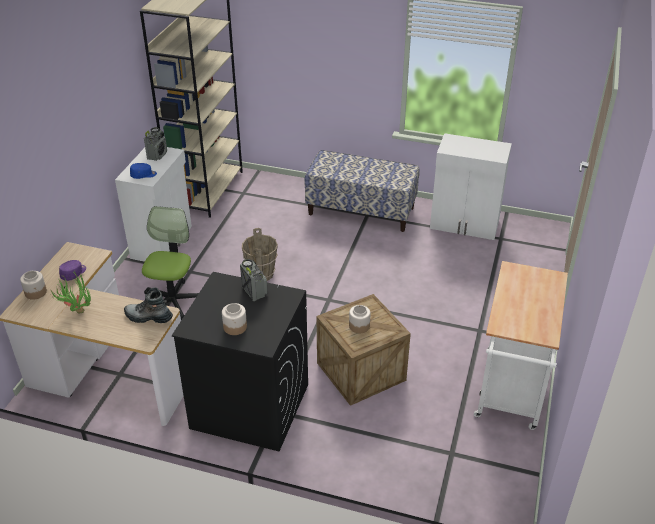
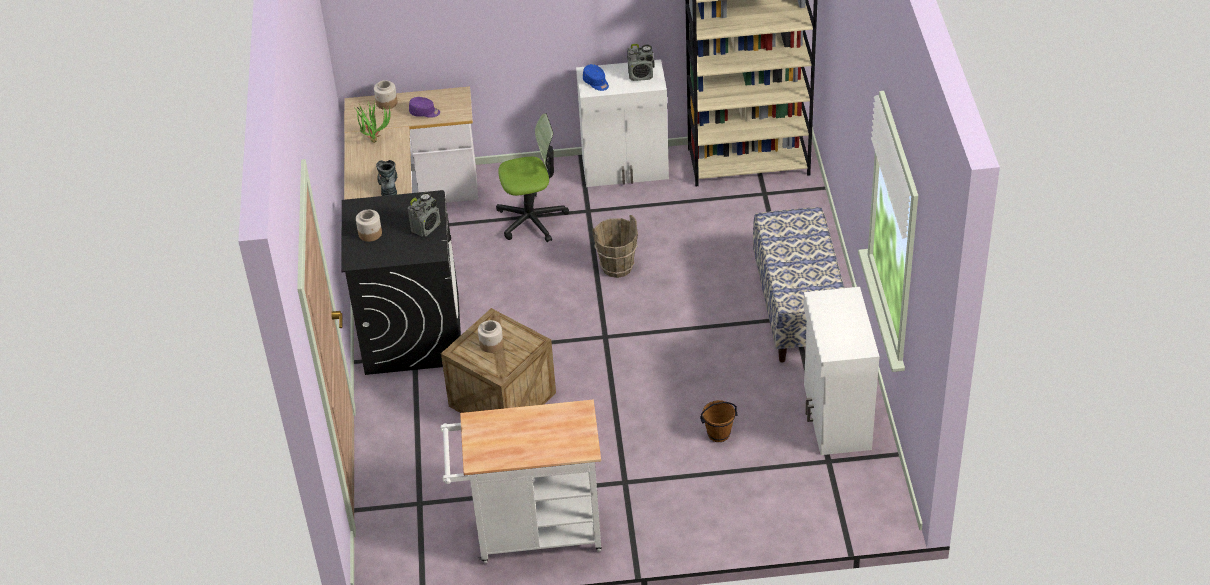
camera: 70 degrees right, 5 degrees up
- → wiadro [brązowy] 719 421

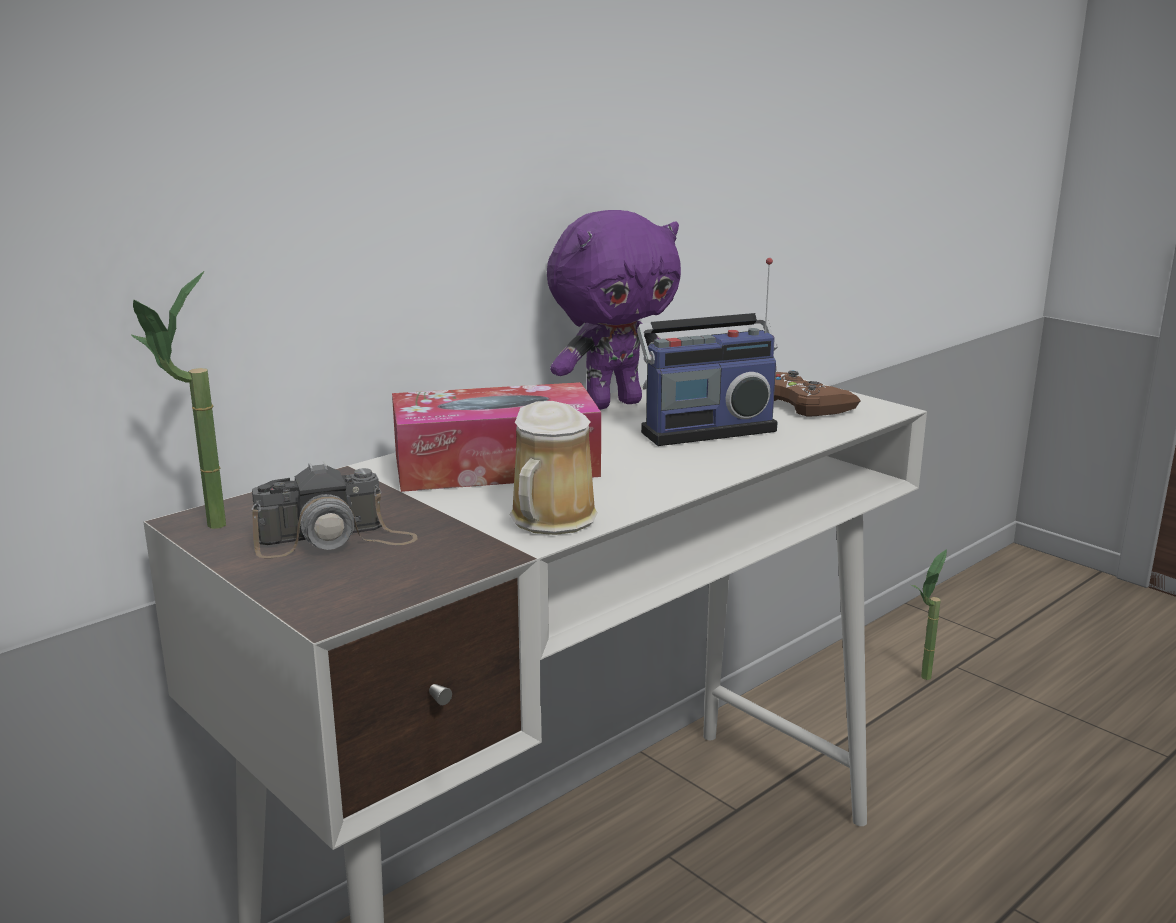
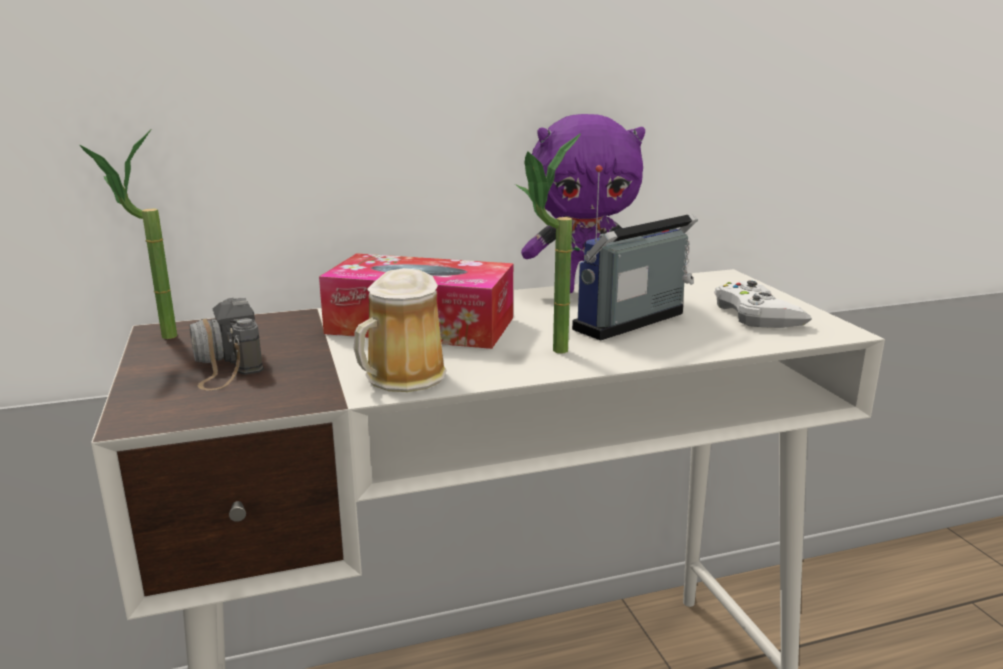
camera: 25 degrees right, 0 degrees up
aparat fotograficzny 335 509 → aparat fotograficzny 226 344, 60 degrees clockwise
roślina doniczkowa 929 614 → roślina doniczkowa 548 243, moved
radio 707 352 → radio 635 252, 135 degrees clockwise
pad do gier [brązowy] 817 393 → pad do gier [biały] 763 304

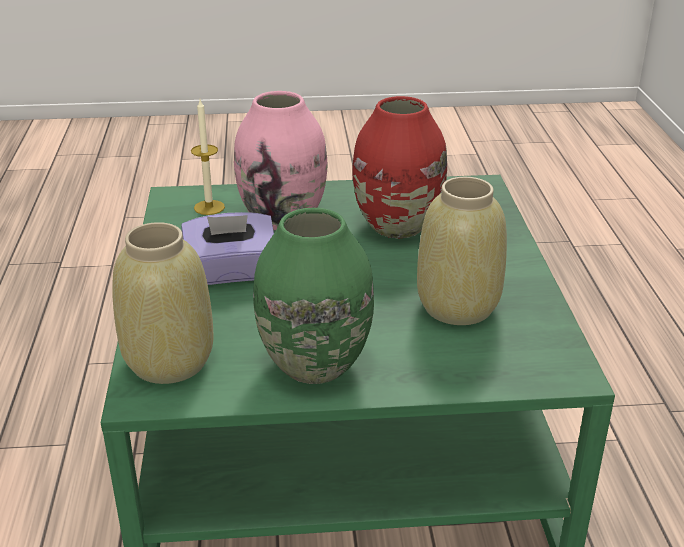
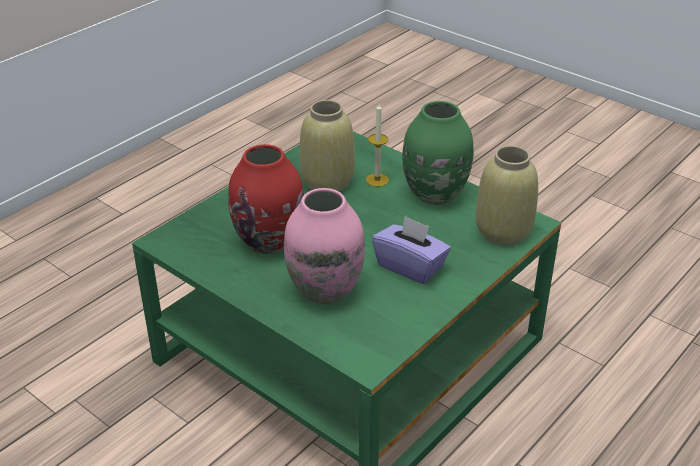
camera: 135 degrees left, 5 degrees up
świeca 208 157 → świeca 377 145, moved

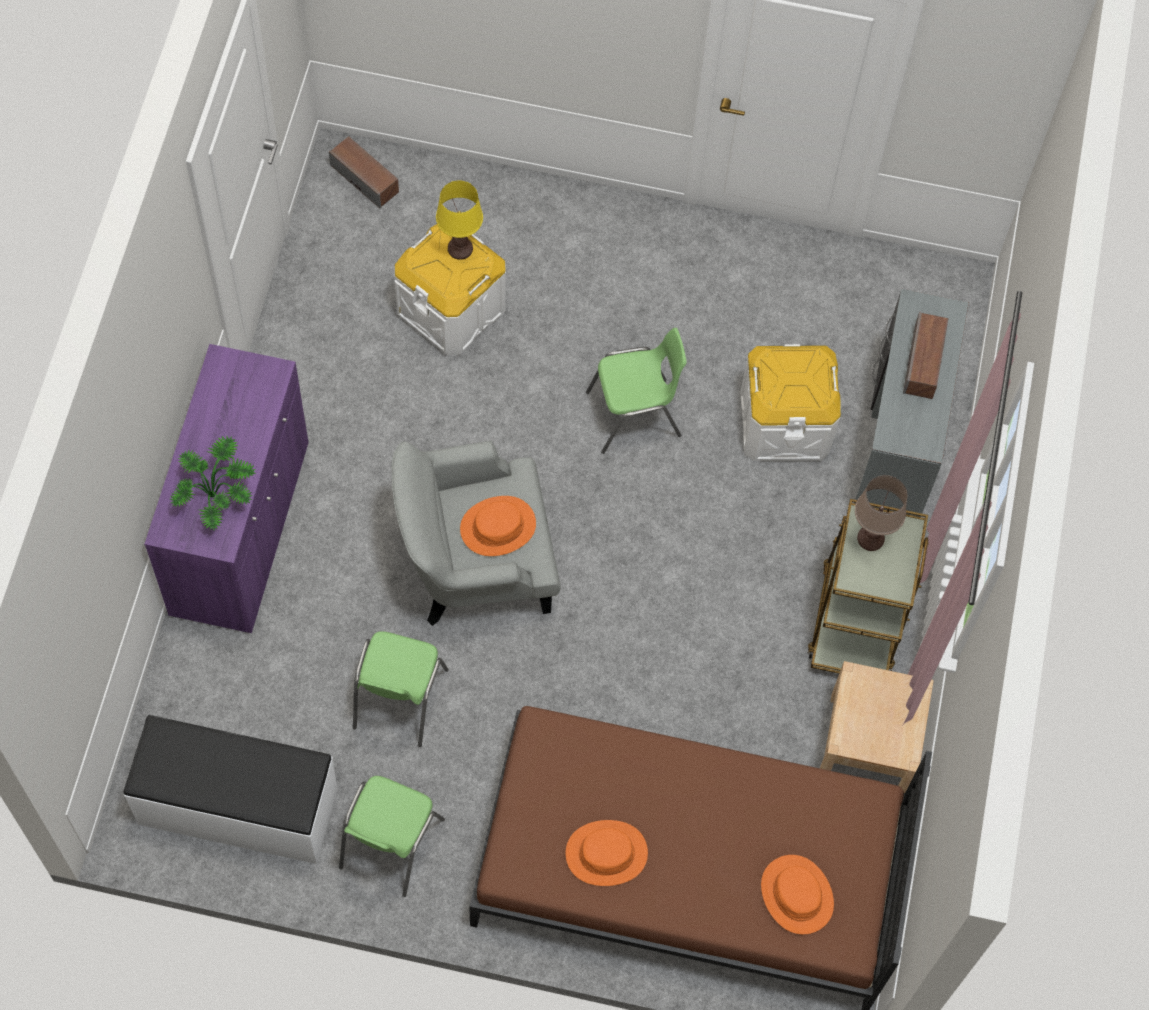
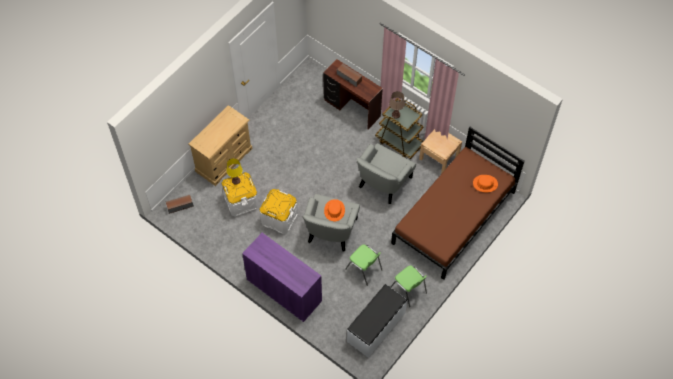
camera: 60 degrees left, 5 degrees down
- → komoda [beżowy] 220 145
pojemnik do przechowywania [biały] 790 402 → pojemnik do przechowywania [biały] 278 211, moved
biurko [szary] 911 403 → biurko [brązowy] 353 94
- → fotel [szary] 386 173
roślina doniczkowa 213 483 → -
kapelusz [pomarańczowy] 606 853 → -
krzesło [zielony] 636 391 → -

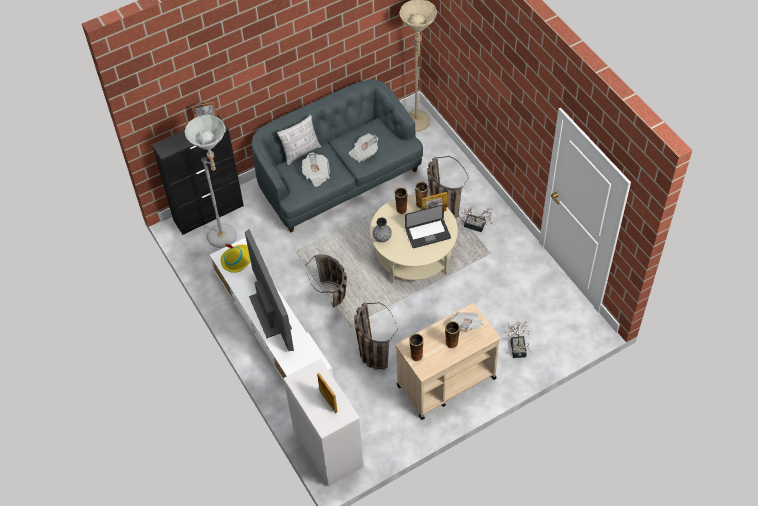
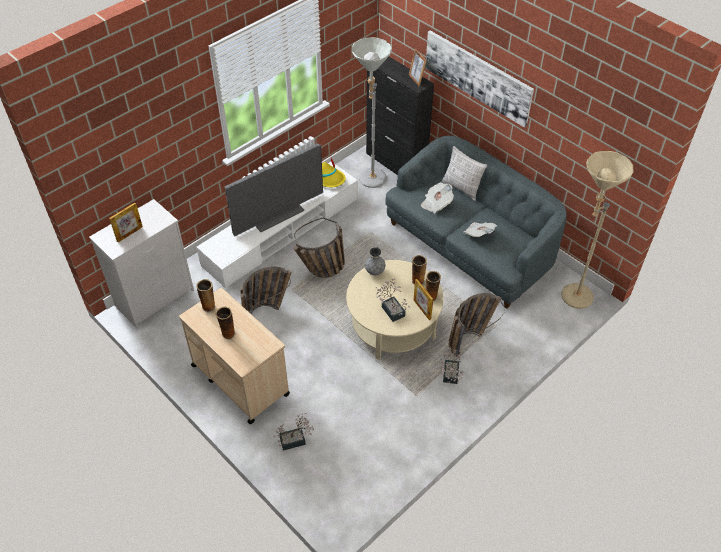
camera: 75 degrees right, 5 degrees down
laptop 428 226 → roślina doniczkowa 392 300
- → obraz 479 79
gazeta 467 320 → -

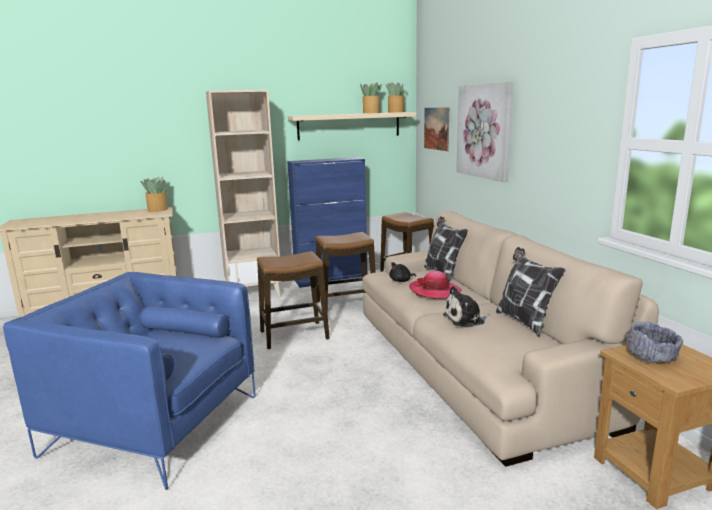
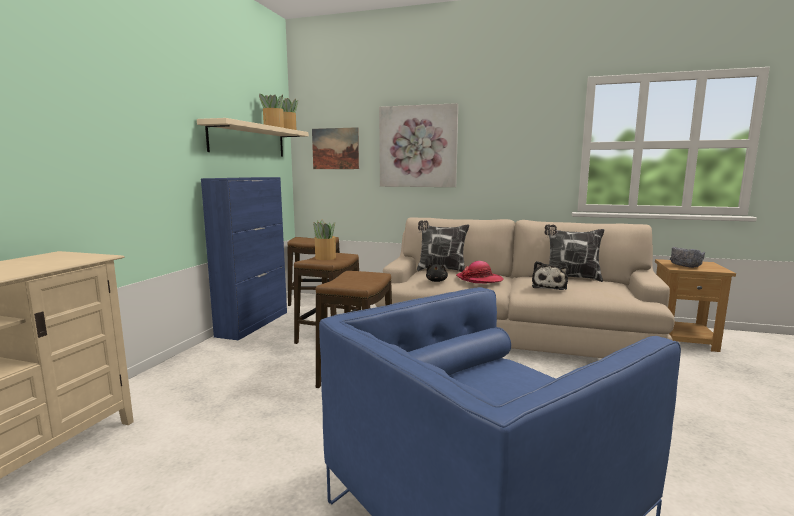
camera: 55 degrees left, 5 degrees down
roślina doniczkowa 154 194 → roślina doniczkowa 324 240, moved
regał [beżowy] 244 193 → -

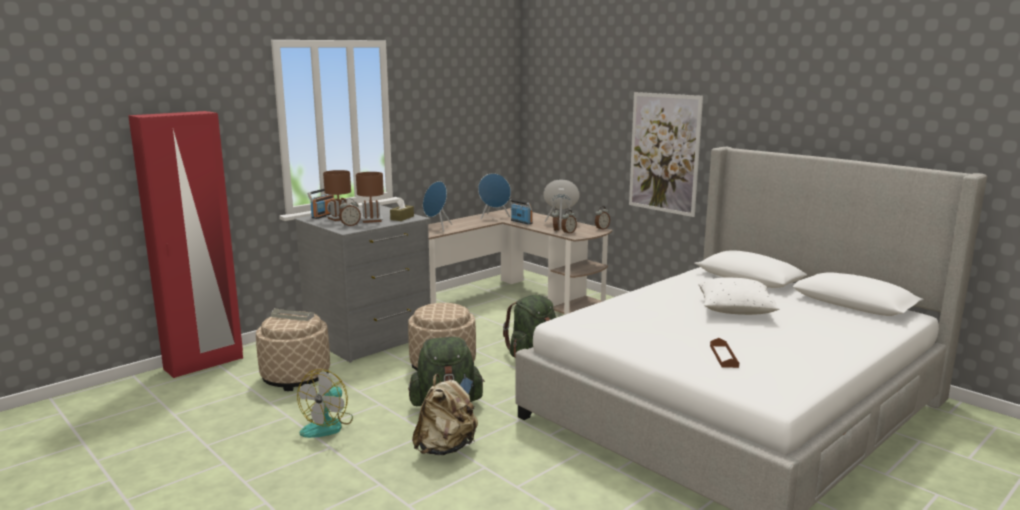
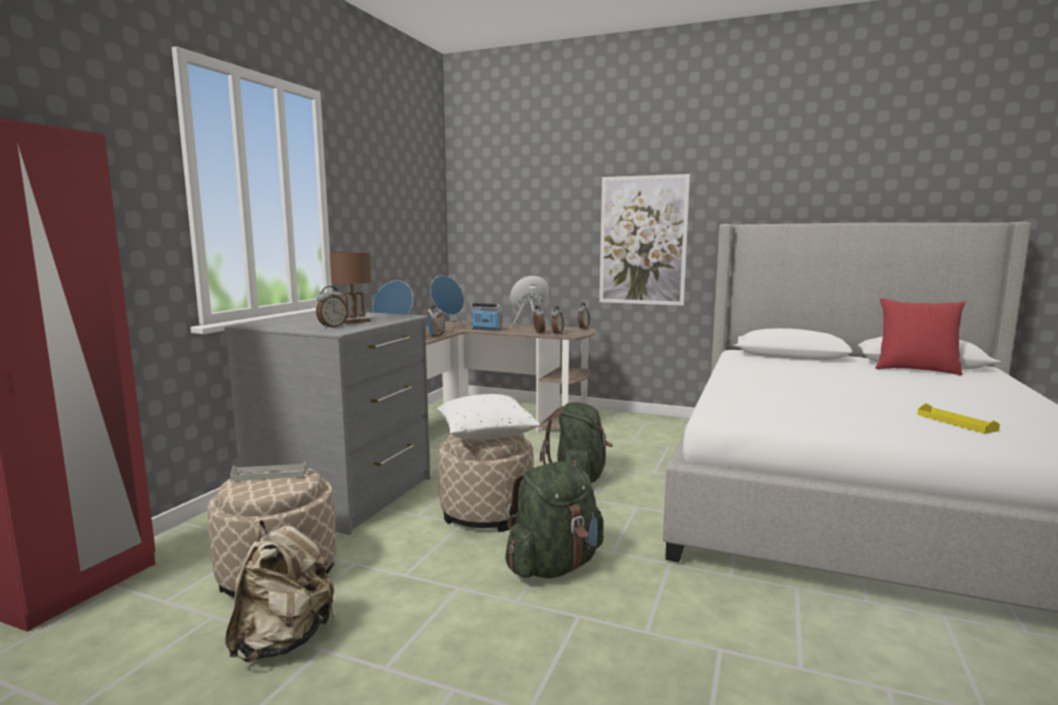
camera: 25 degrees left, 5 degrees down
plecak [beżowy] 445 414 → plecak [beżowy] 279 591, moved
radio 321 204 → radio 436 321, moved
poduszka [biały] 738 296 → poduszka [biały] 488 417, moved
- → poduszka [czerwony] 920 337
taca [brązowy] 724 353 → taca [żółty] 958 418
wentylator 325 403 → -
lampa stołowa [brązowy] 337 195 → -
pudełko chusteczek [brązowy] 402 209 → -

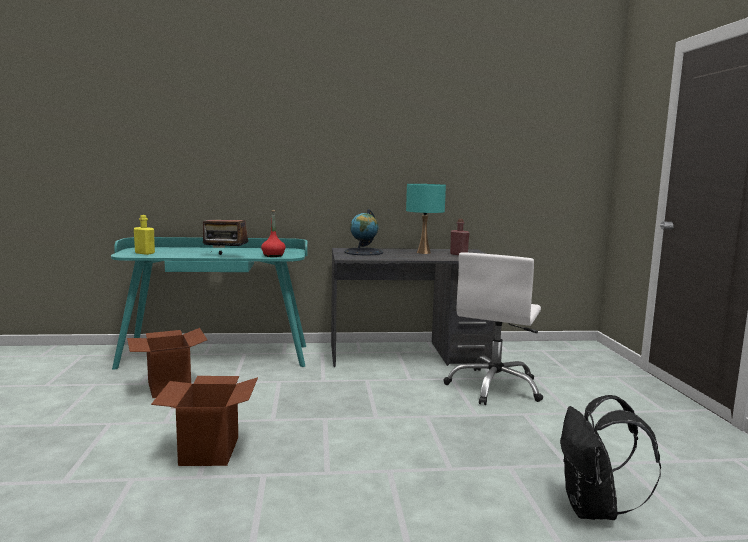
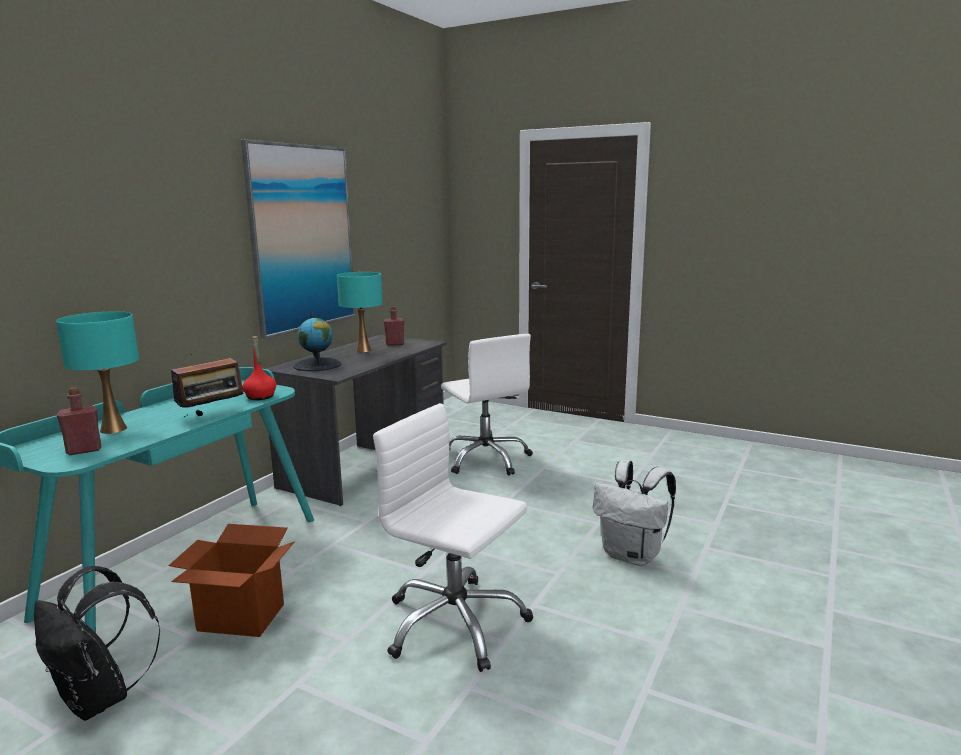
camera: 55 degrees left, 5 degrees up
plecak [czarny] 610 457 → plecak [czarny] 97 643, moved
- → lampa stołowa [turkusowy] 97 373
butelka [żółty] 144 235 → butelka [czerwony] 79 421
- → obraz 298 239
karton 204 421 → krzesło biurowe [biały] 453 537
- → plecak [biały] 634 513

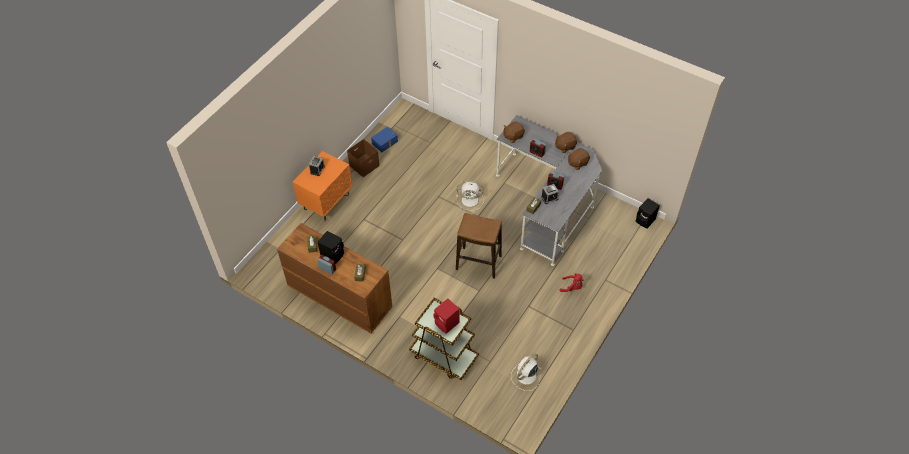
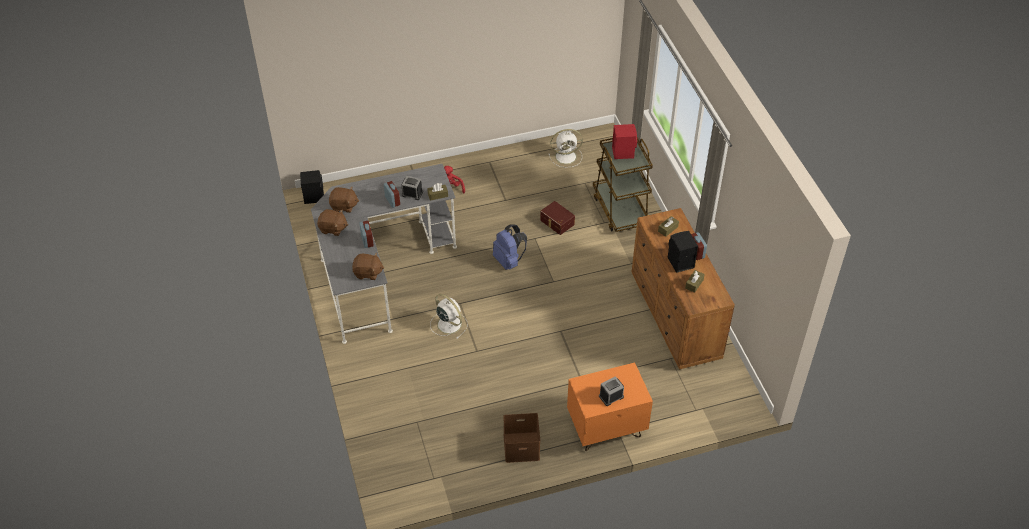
camera: 140 degrees left, 5 degrees down
stołek 479 246 → plecak [niebieski] 510 247
- → pojemnik do przechowywania [brązowy] 557 218
pojemnik do przechowywania [niebieski] 384 139 → -

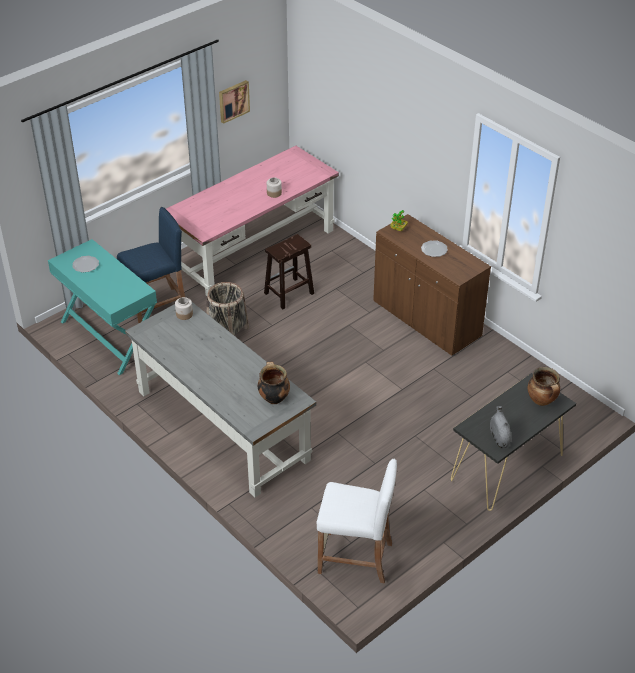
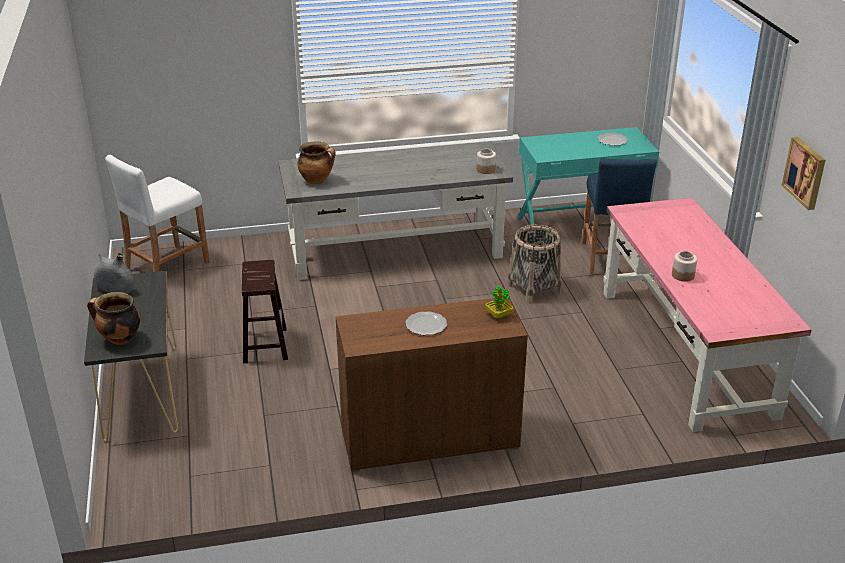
camera: 120 degrees right, 10 degrees down
stołek [brązowy] 289 271 → stołek [brązowy] 265 311, moved

